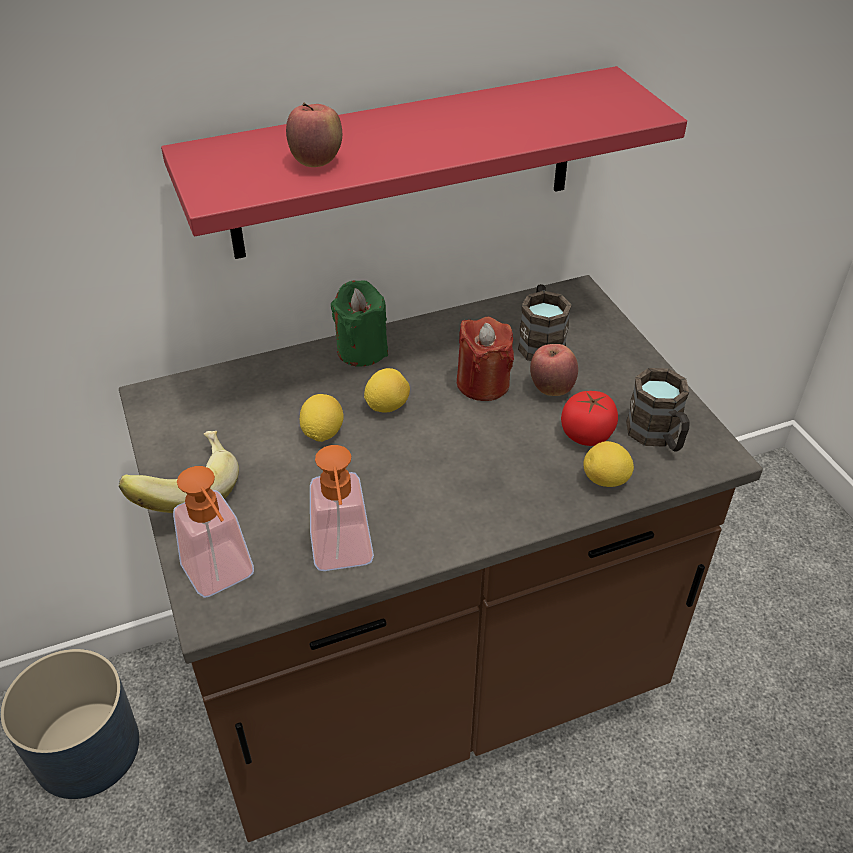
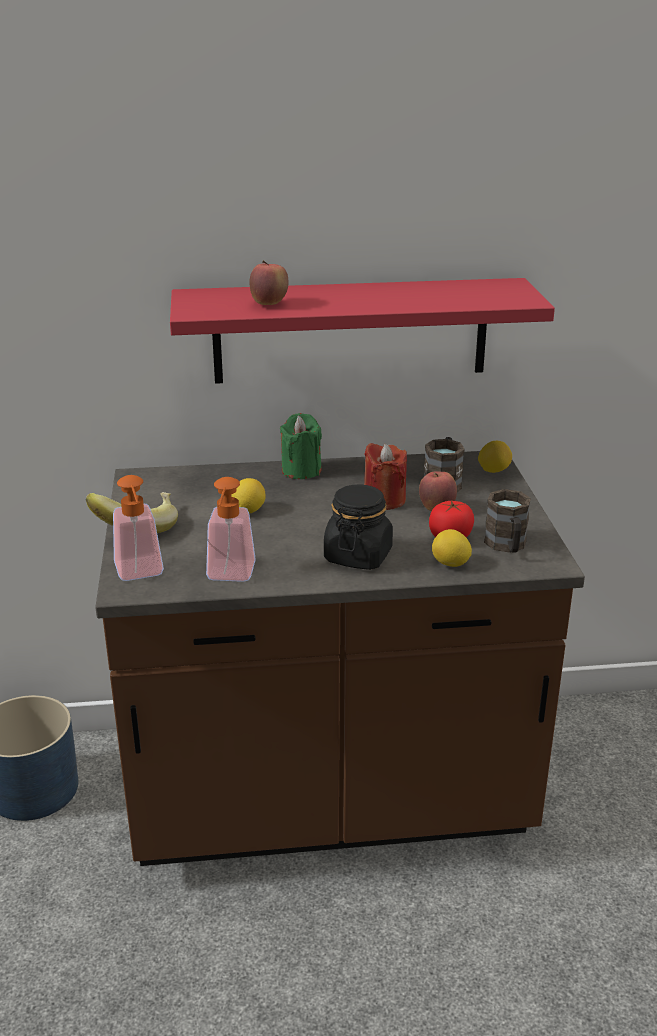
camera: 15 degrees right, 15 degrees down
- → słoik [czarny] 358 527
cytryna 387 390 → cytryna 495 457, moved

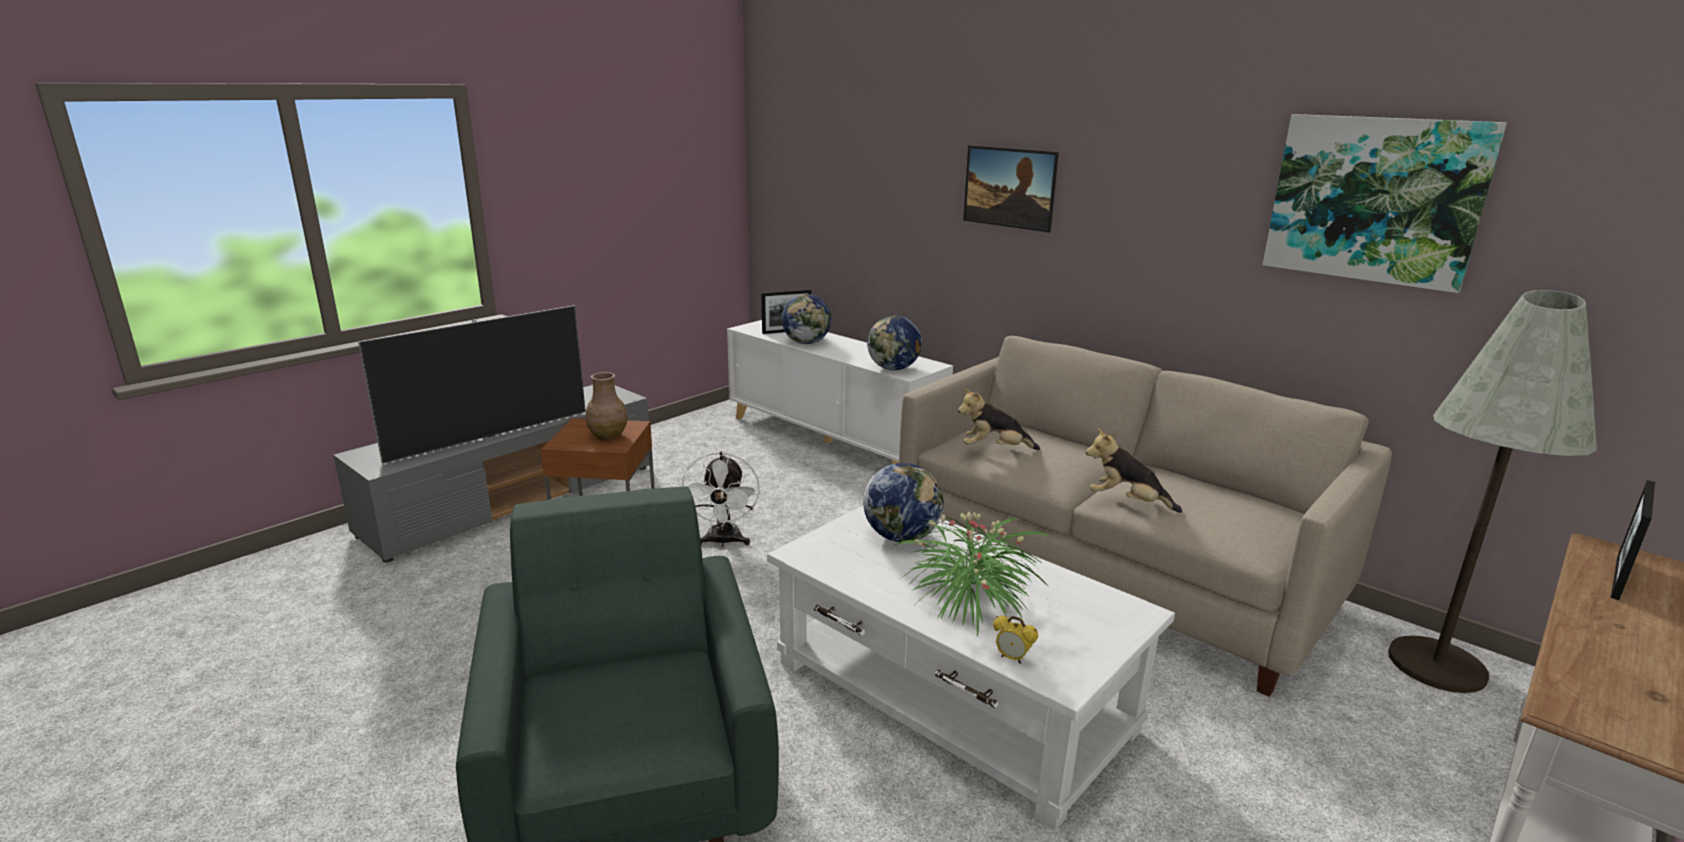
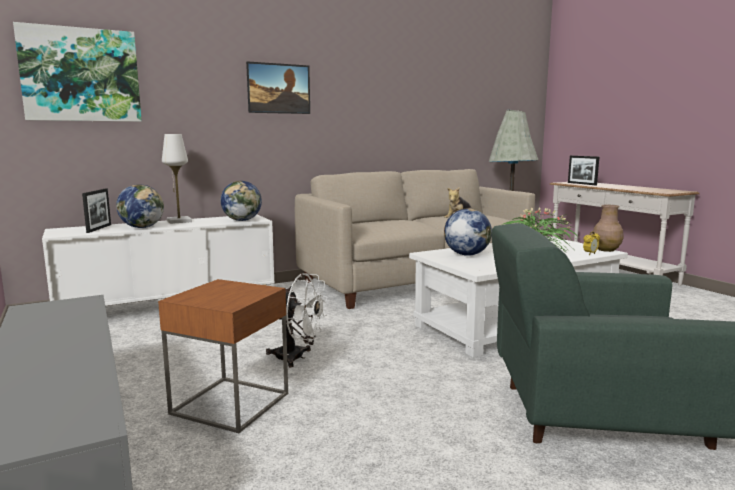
camera: 70 degrees left, 10 degrees down
obraz 1385 203 → obraz 77 72, moved
- → lampa stołowa [biały] 177 179
wazon [brązowy] 606 406 → wazon [brązowy] 607 228, moved
telewizor 472 384 → -
pluszak 999 419 → -

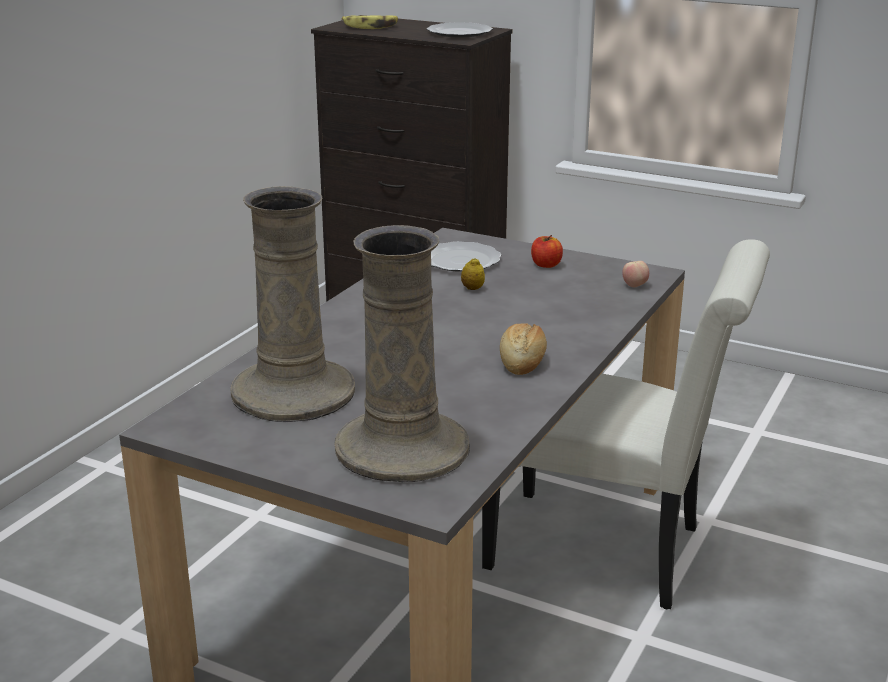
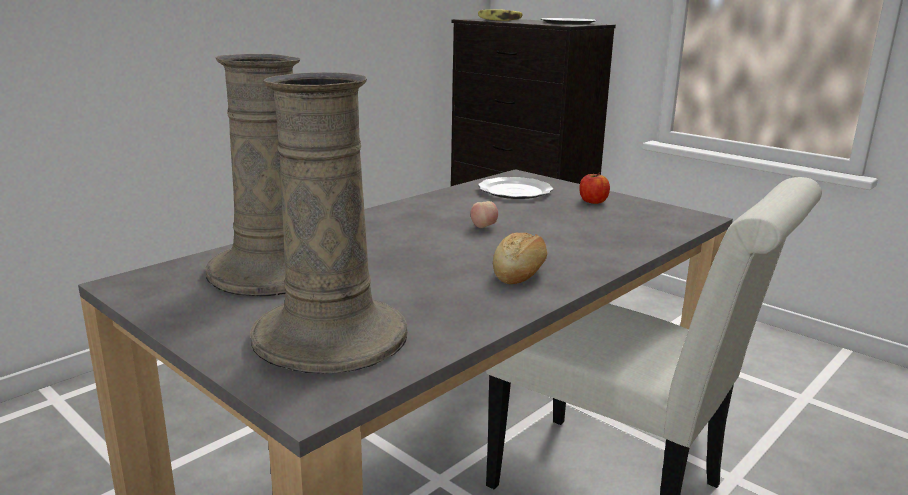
camera: 15 degrees right, 5 degrees down
jabłko 635 274 → jabłko 484 214, moved
cytryna 473 274 → -

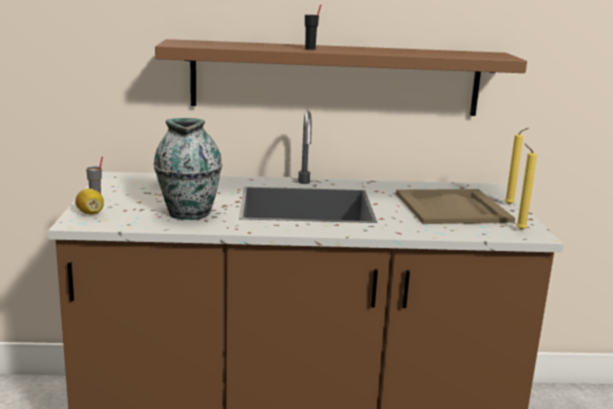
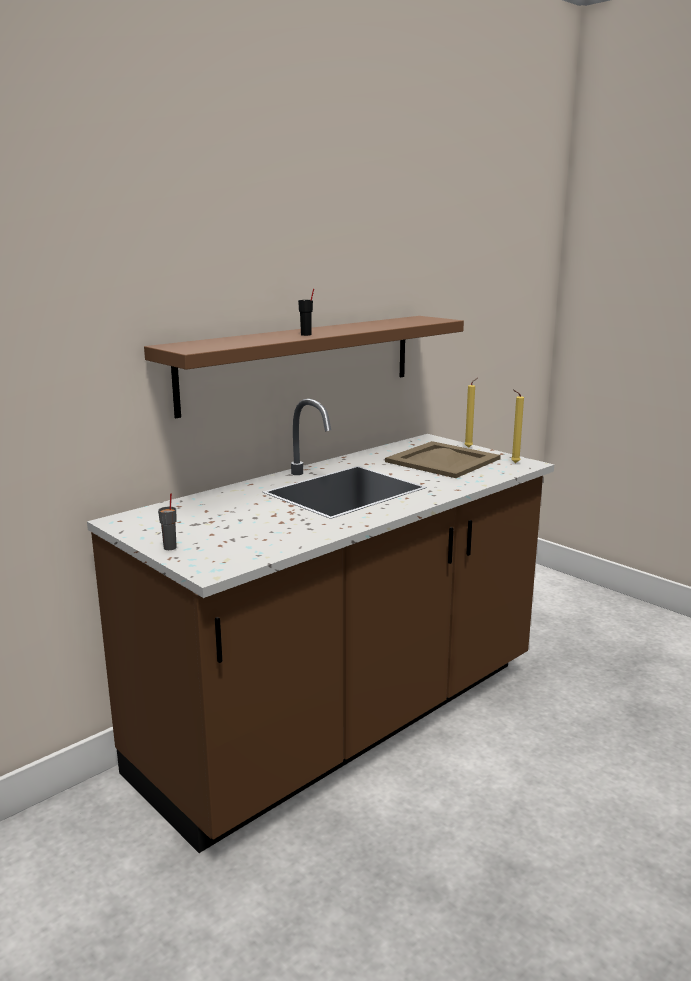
camera: 40 degrees left, 0 degrees up
cytryna 89 201 → -
wazon 188 169 → -

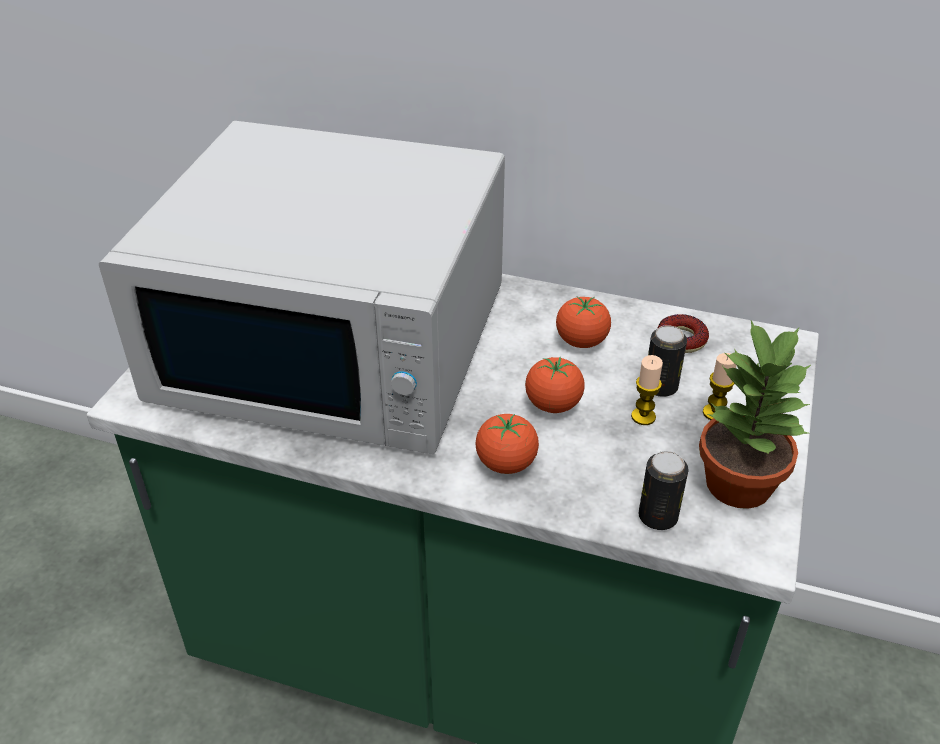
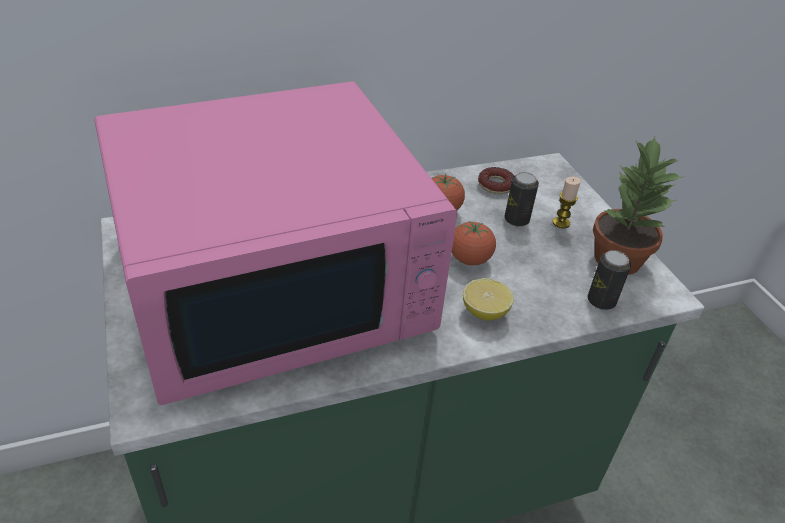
camera: 40 degrees left, 0 degrees up
mikrofalówka [biały] 302 287 → mikrofalówka [różowy] 276 243
pomidor 507 444 → cytryna 488 299
świeca 647 390 → -

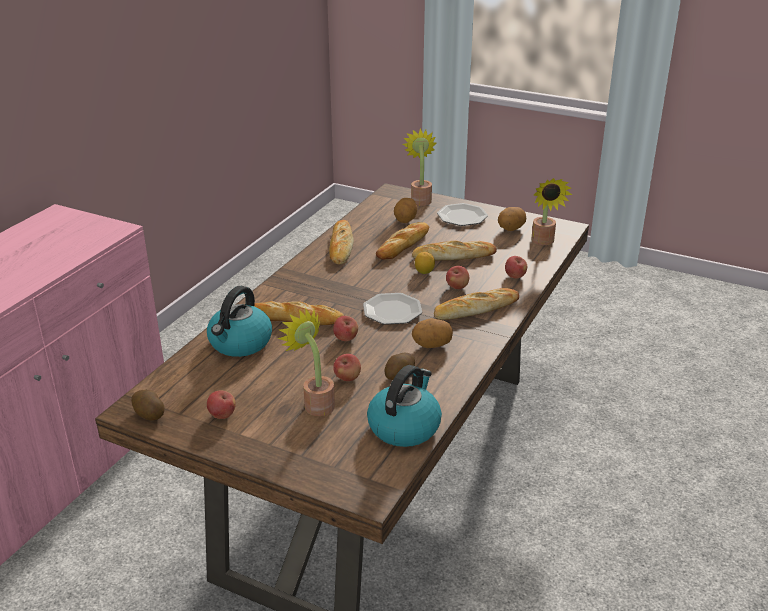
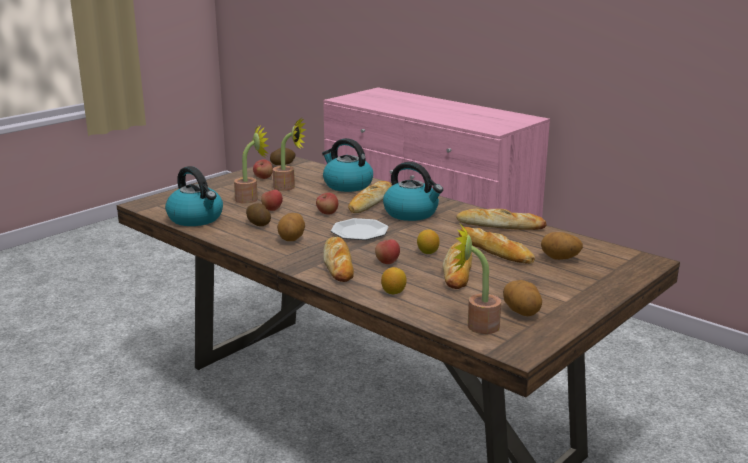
camera: 105 degrees right, 10 degrees down
roślina doniczkowa 419 167 → roślina doniczkowa 289 155, moved
jabłko 516 267 → cytryna 394 280
- → czajnik 413 191
talerz 462 214 → -

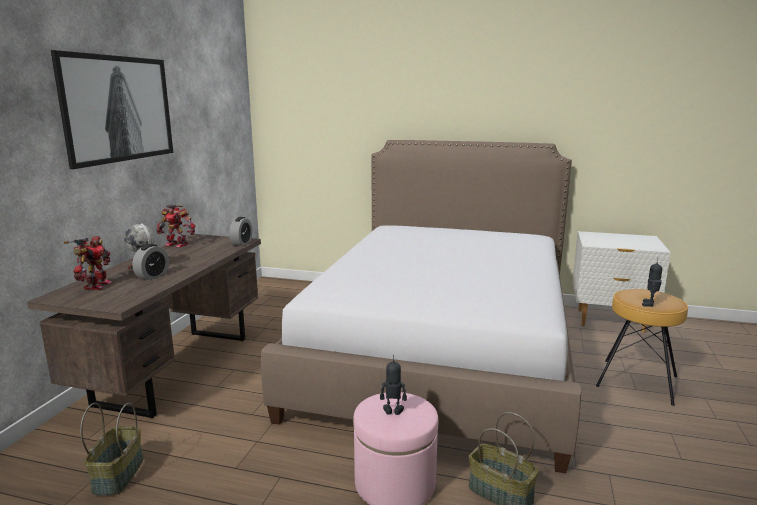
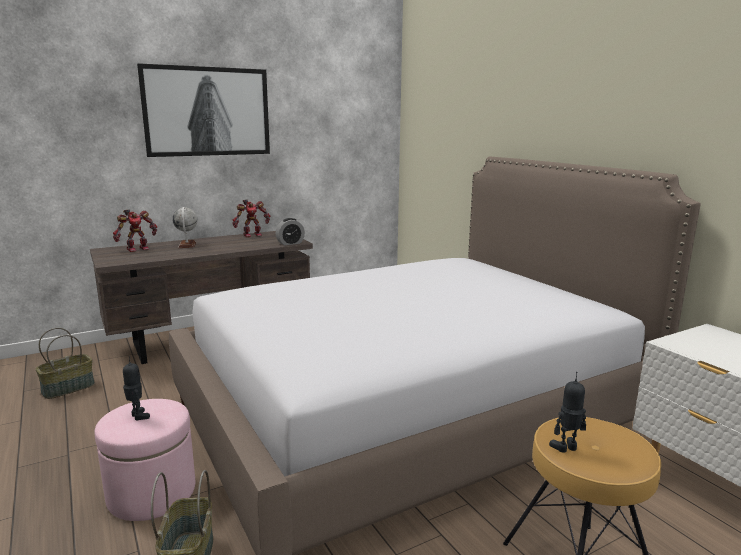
camera: 45 degrees right, 0 degrees up
robot zabawkowy 175 226 → robot zabawkowy 251 218, 90 degrees counterclockwise
budzik 150 262 → -

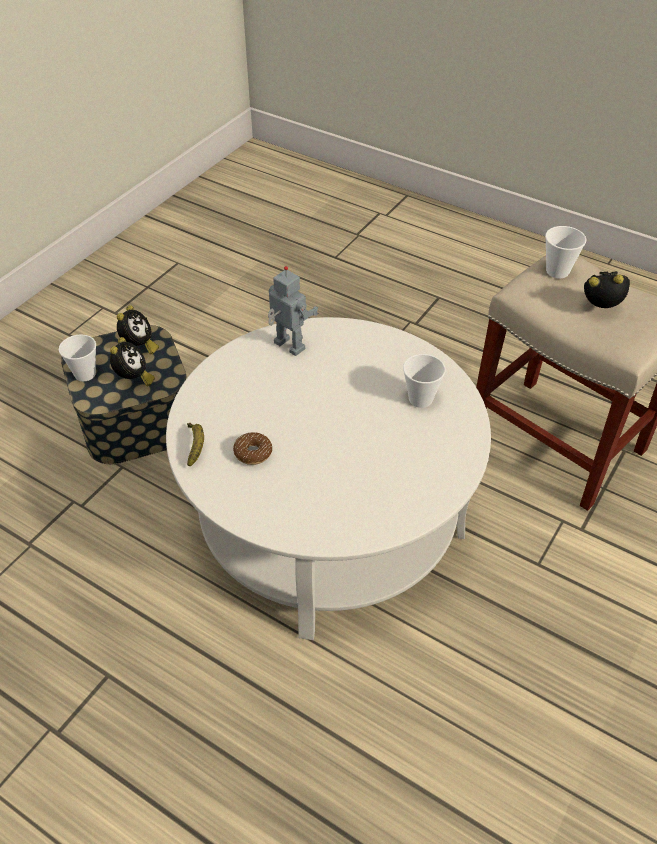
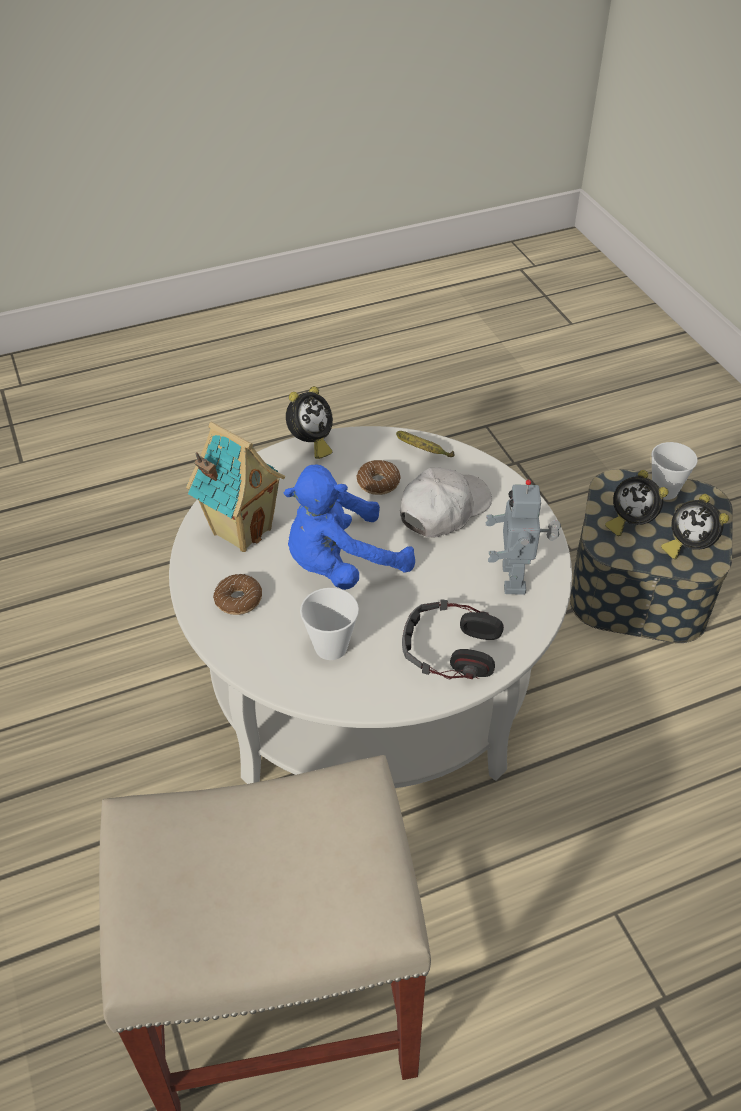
camera: 125 degrees right, 0 degrees up
- → domek 235 487
- → donut 237 594
- → pluszak [niebieski] 349 527
budzik 607 289 → budzik 309 422, moved
- → czapka z daszkiem [biały] 446 503
- → słuchawki 453 639
robot zabawkowy 293 311 → robot zabawkowy 523 537, 105 degrees clockwise
filiżanka 565 252 → -

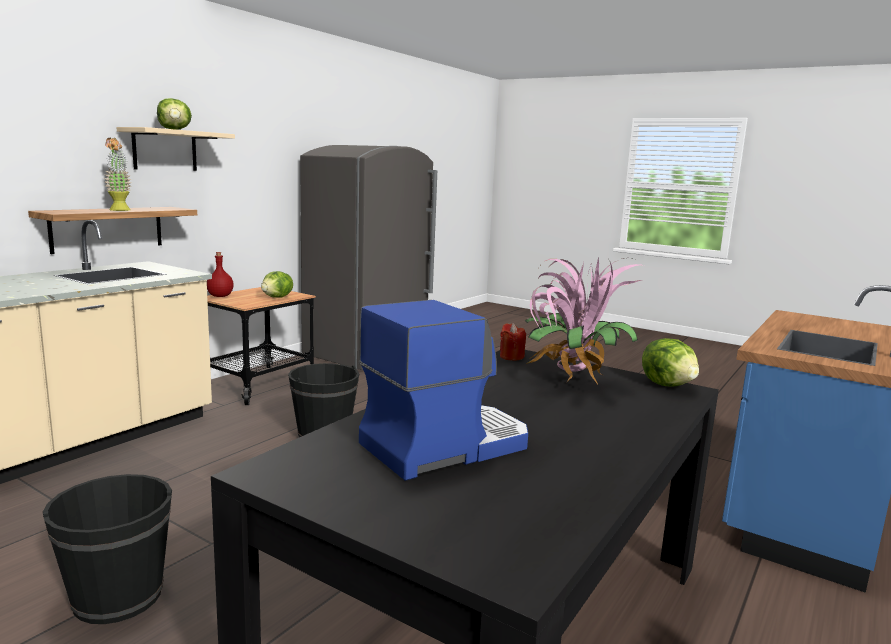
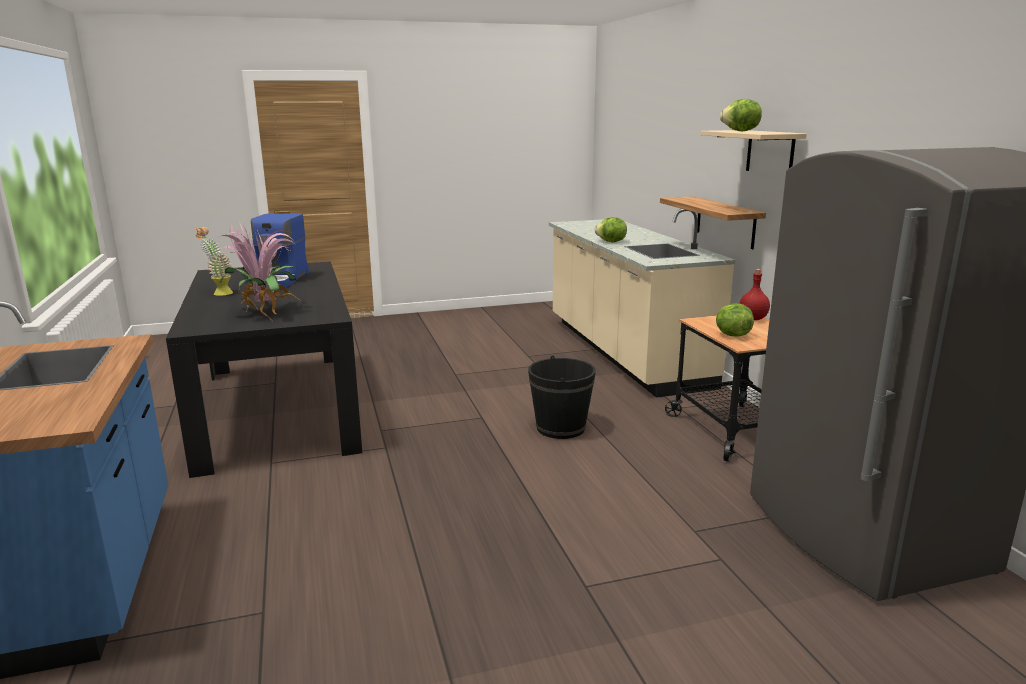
camera: 130 degrees right, 5 degrees up
roślina doniczkowa 118 174 → roślina doniczkowa 214 261, moved
sałata 670 362 → sałata 610 229, moved
wiadro [czarny] 107 549 → -
świeca [czerwony] 513 342 → -

